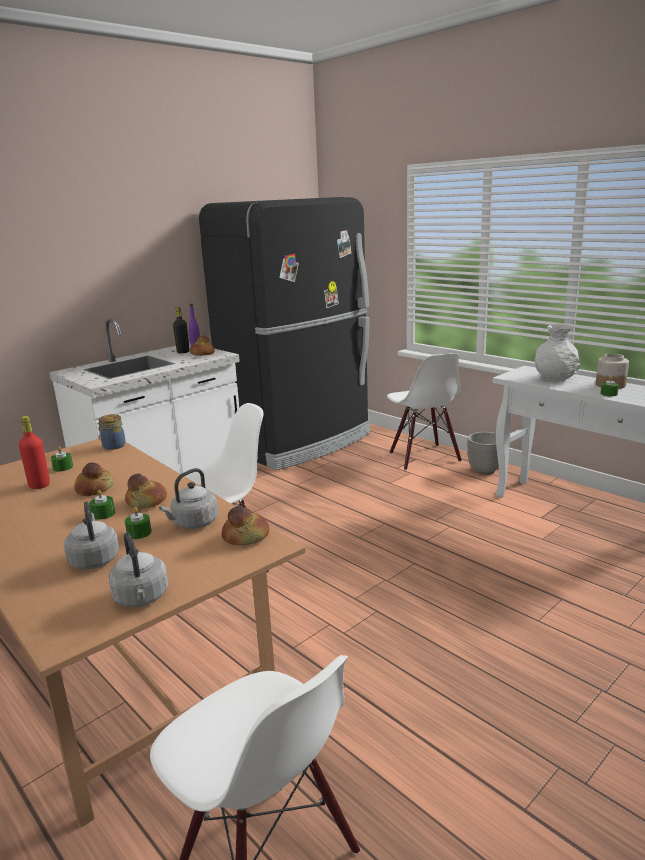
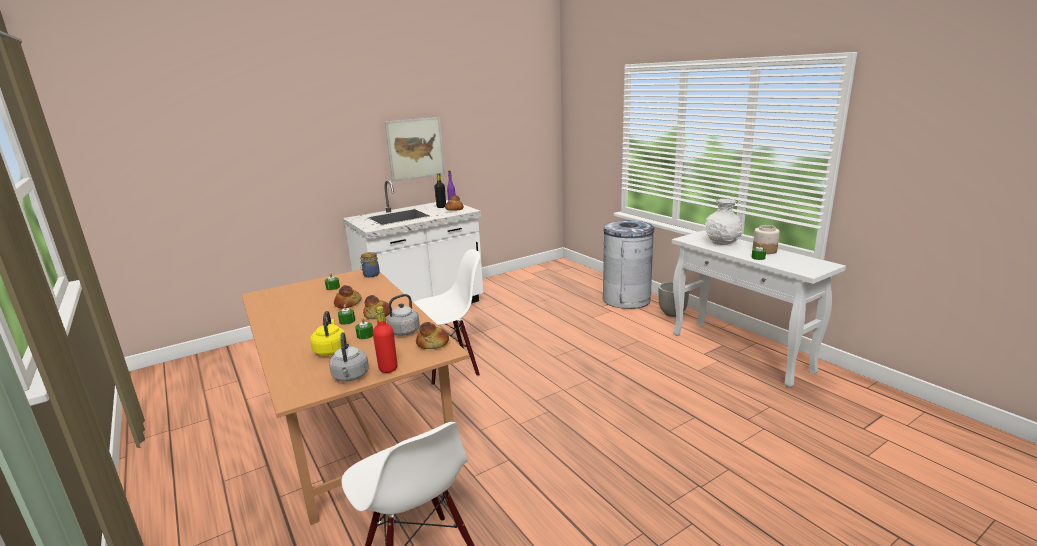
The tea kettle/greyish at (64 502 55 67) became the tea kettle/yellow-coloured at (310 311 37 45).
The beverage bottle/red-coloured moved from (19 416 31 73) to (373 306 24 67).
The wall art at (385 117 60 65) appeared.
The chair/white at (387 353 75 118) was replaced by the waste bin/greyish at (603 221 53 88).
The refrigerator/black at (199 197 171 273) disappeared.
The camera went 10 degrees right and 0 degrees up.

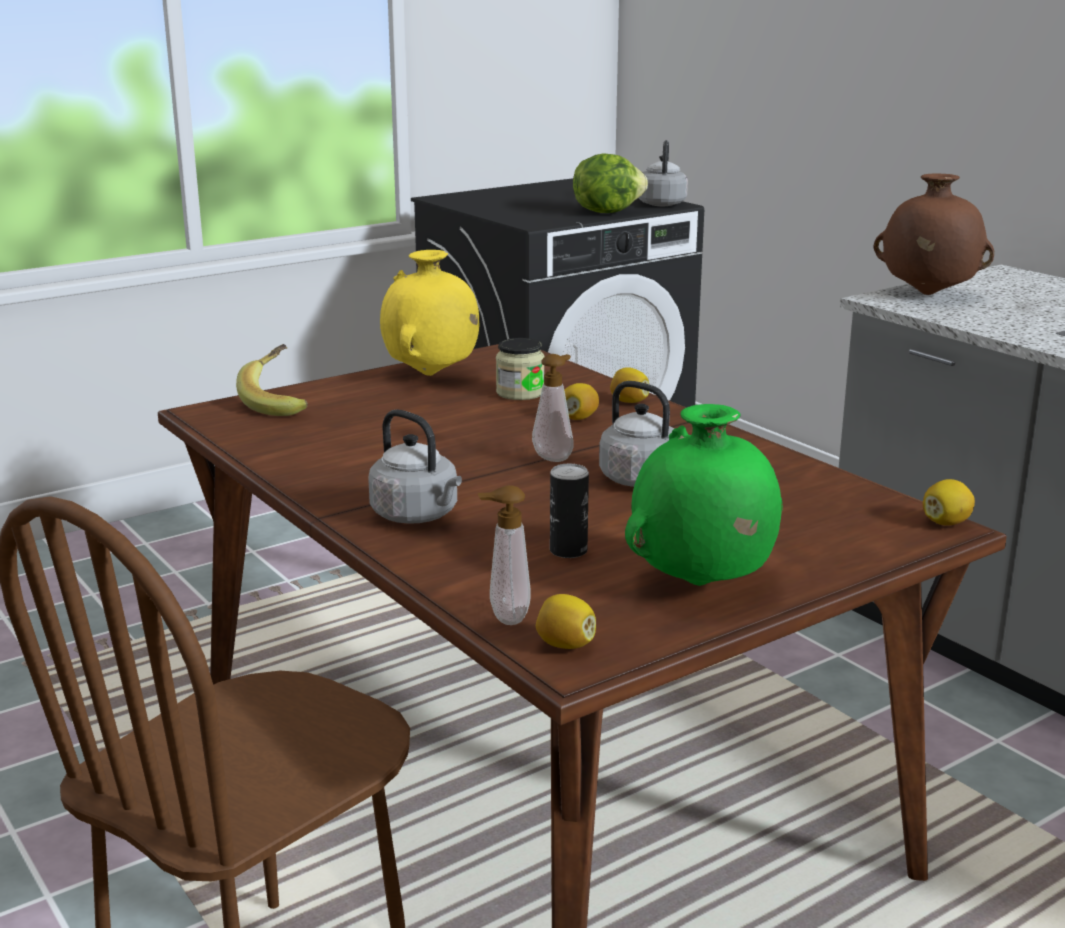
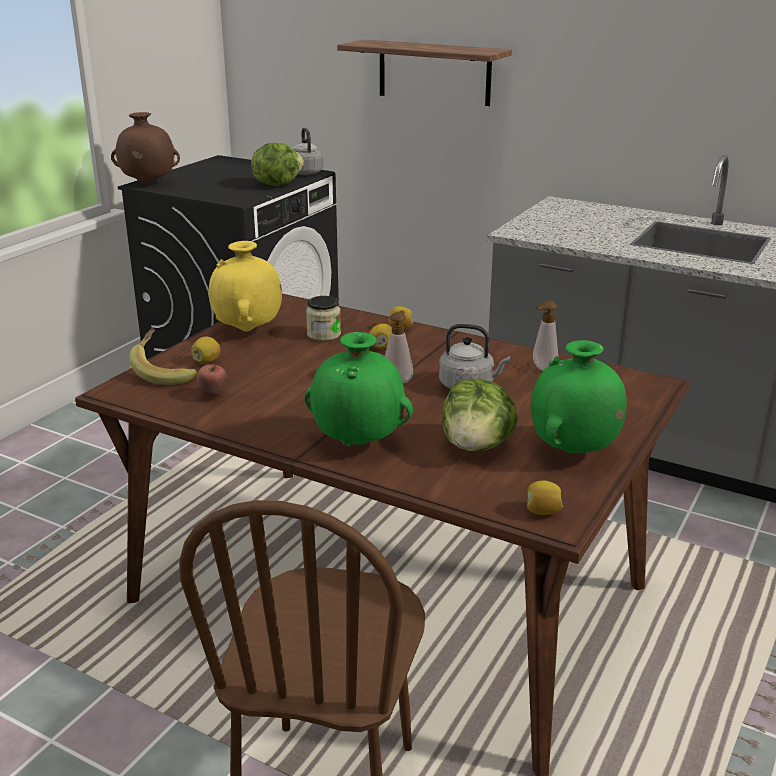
The flower vase/brown moved from (874 173 120 122) to (111 112 69 72).
The whole lemon moved from (923 479 52 46) to (191 337 29 27).
The apple fruit at (197 364 31 34) appeared.
The tea kettle/greyish at (368 409 94 115) was replaced by the flower vase/greenish at (305 332 108 114).
The bracket shelf at (337 40 175 66) appeared.
The metal can at (550 464 39 94) was replaced by the lettuce at (442 379 76 72).
The soap dispenser moved from (478 485 53 140) to (533 301 25 70).
The camera went 25 degrees left and 5 degrees up.

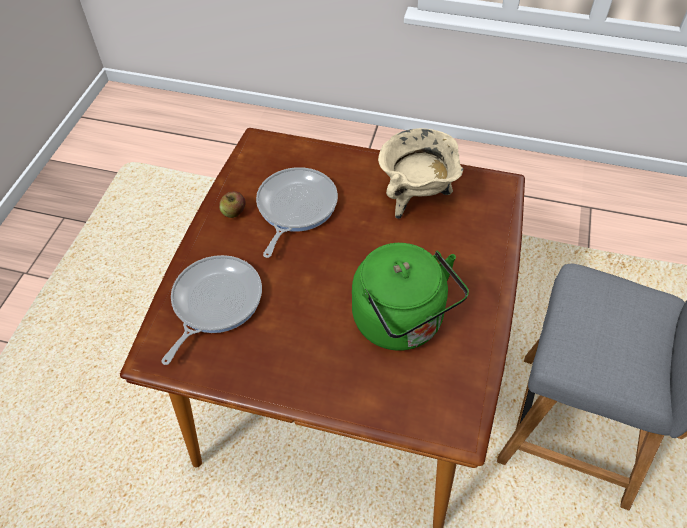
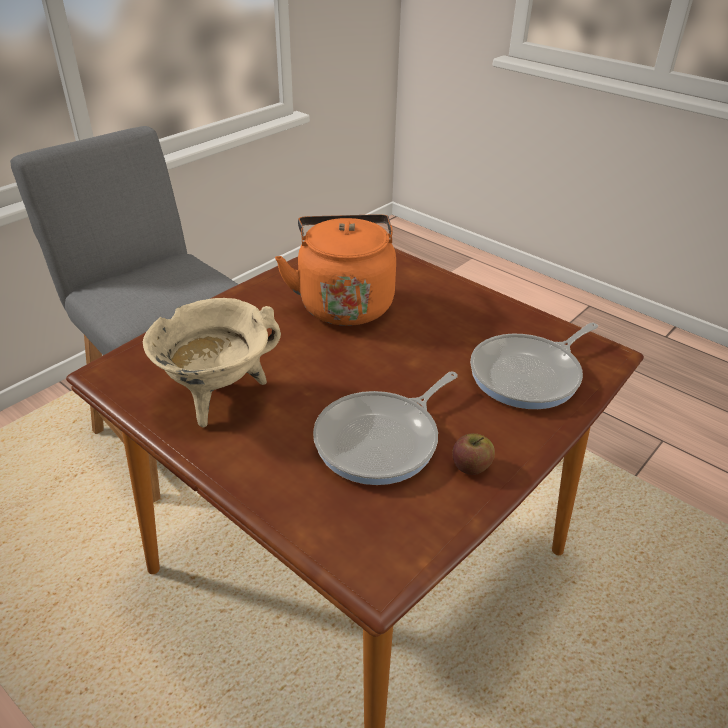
The tea kettle/greenish at (352 243 117 108) became the tea kettle/orange at (275 214 121 112).
The camera went 155 degrees left and 15 degrees down.

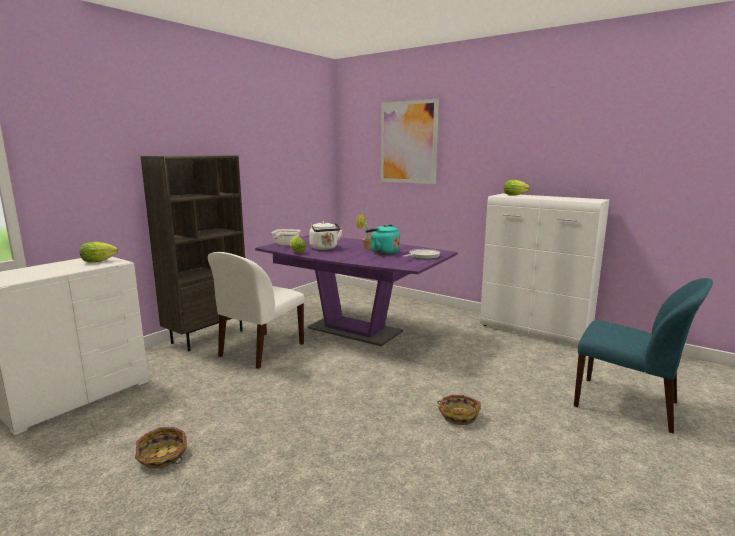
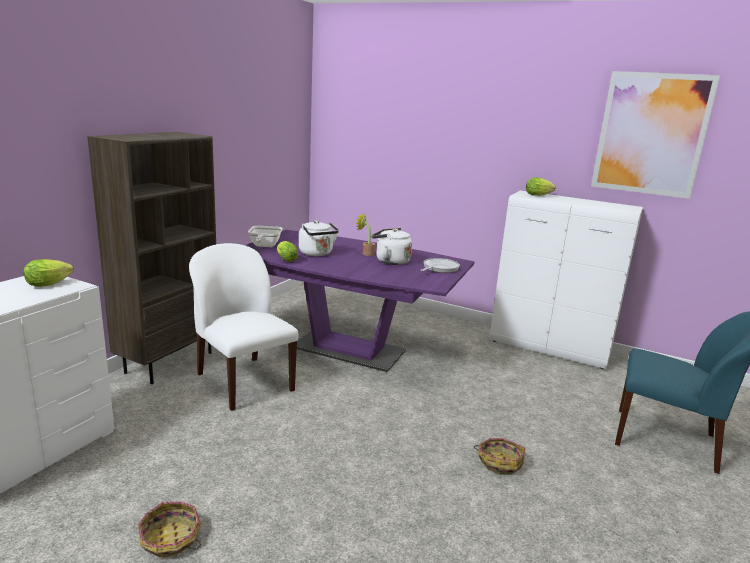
The chair/white at (208 252 97 117) turned 120 degrees clockwise.
The tea kettle/blue-green at (365 224 35 31) became the tea kettle/white at (371 228 41 37).
The wall art moved from (381 99 58 85) to (591 71 129 128).
The camera went 10 degrees left and 5 degrees up.

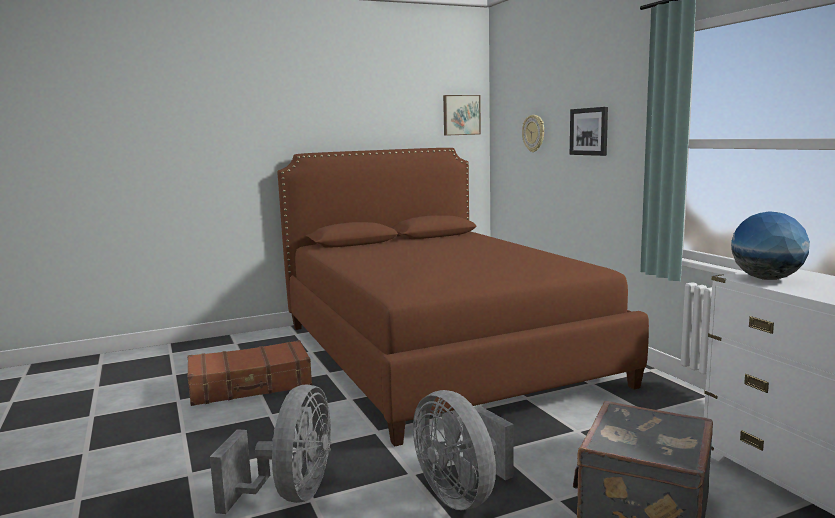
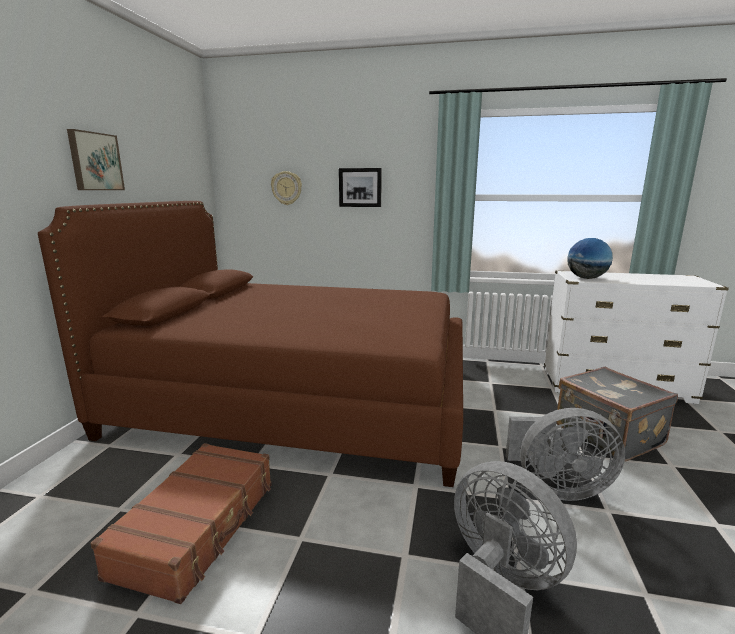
The wall art moved from (443 95 38 41) to (67 129 58 61).
The camera went 55 degrees left and 5 degrees up.

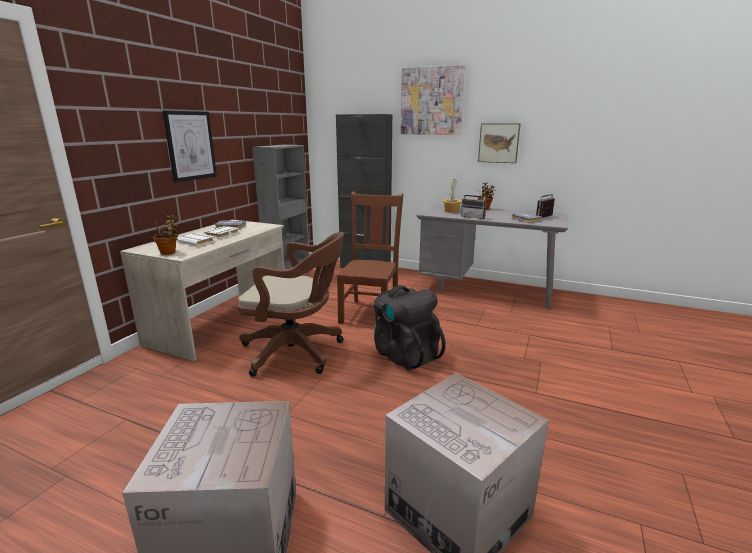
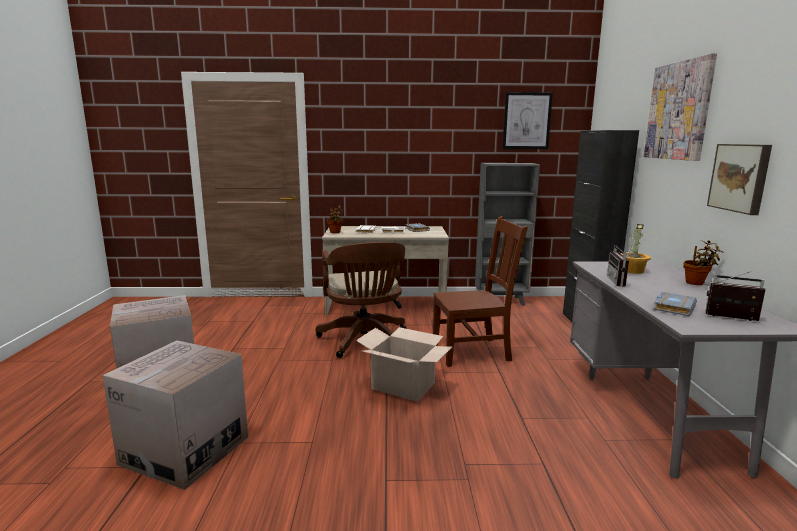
The backpack/black at (374 285 71 86) was replaced by the cardboard box at (356 327 96 75).
The wall art moved from (163 110 54 72) to (502 92 51 57).
The camera went 65 degrees right and 5 degrees down.

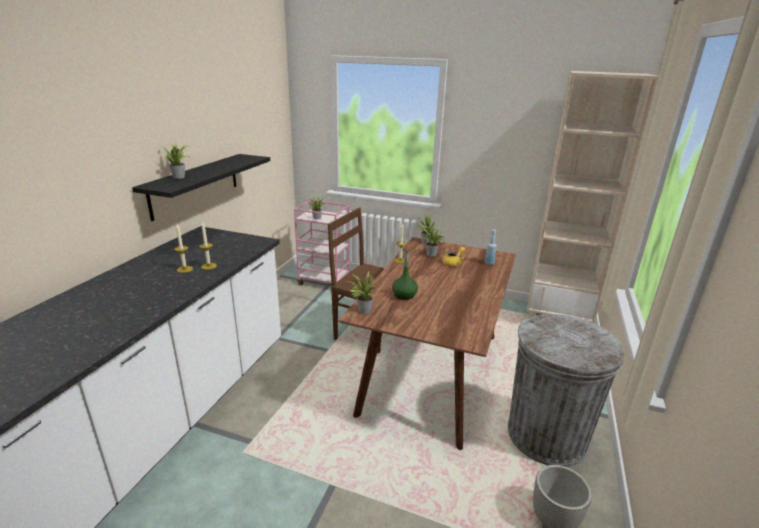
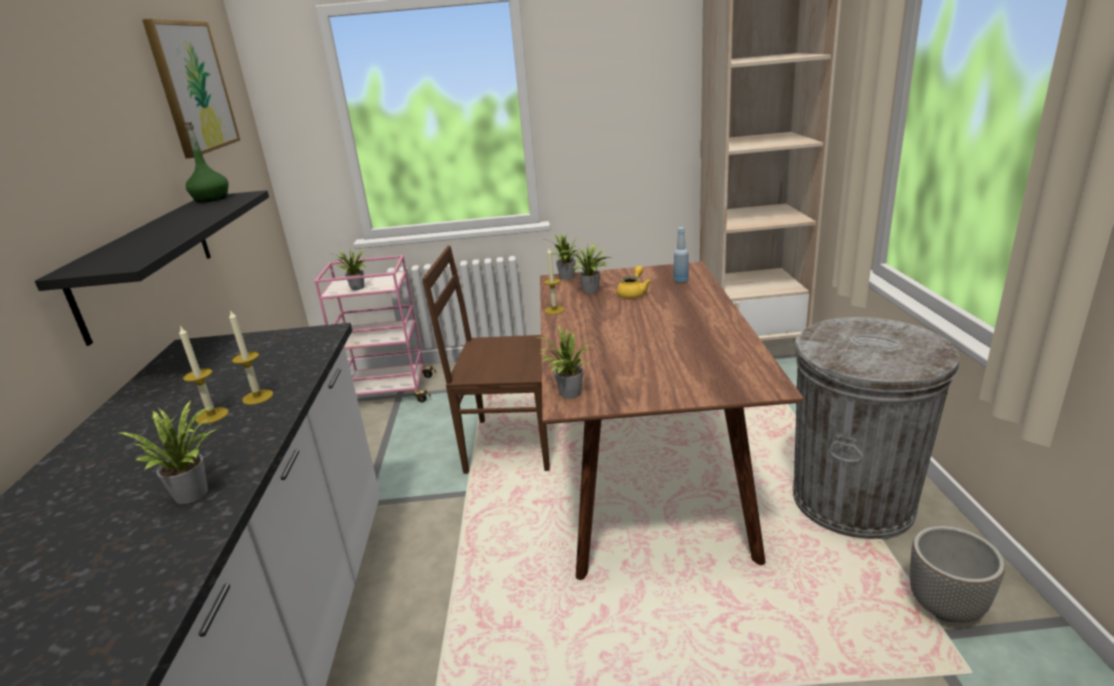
The plant in a pot moved from (161 143 28 36) to (119 400 98 104).
The wall art at (142 19 98 139) appeared.
The beverage bottle/greenish moved from (392 249 26 51) to (185 122 44 81).
The camera went 20 degrees left and 0 degrees up.

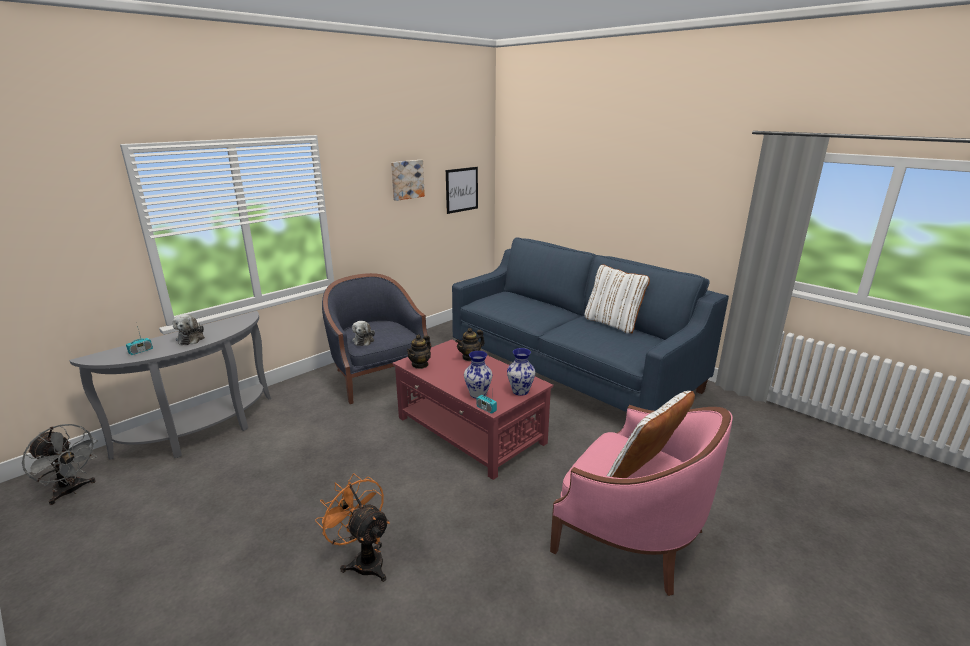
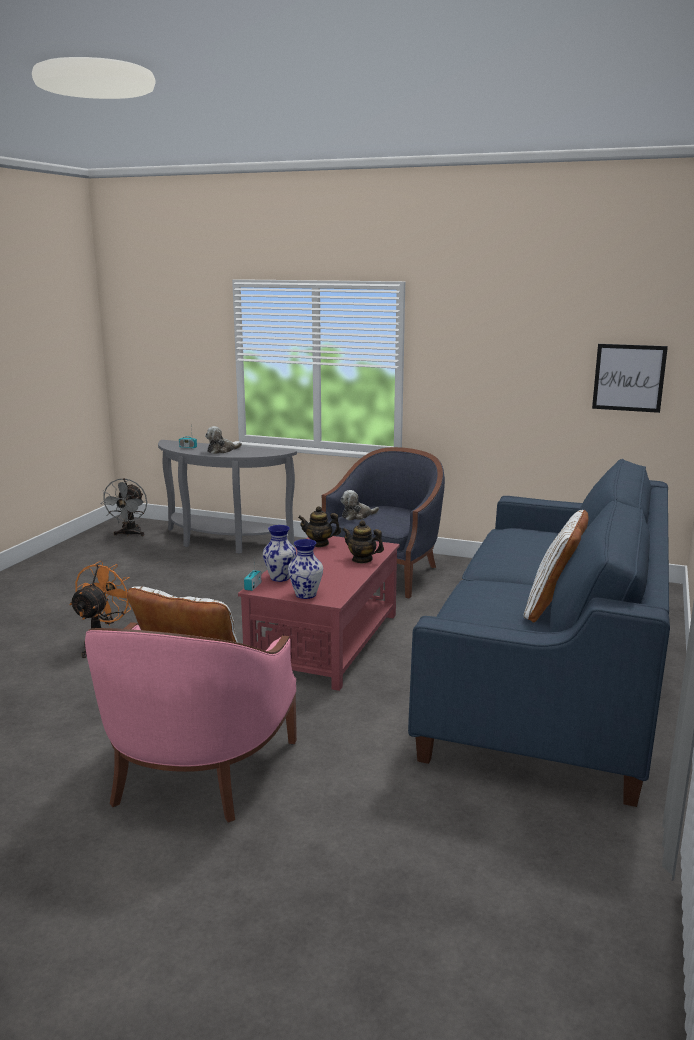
The wall art at (391 160 34 41) disappeared.
The camera went 65 degrees right and 5 degrees down.

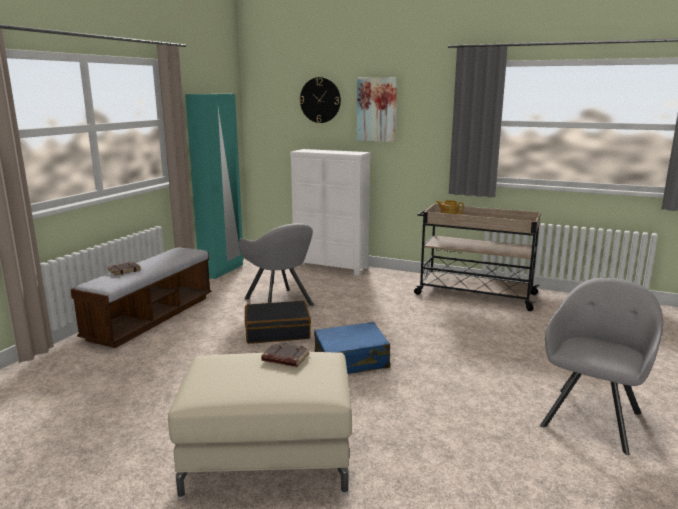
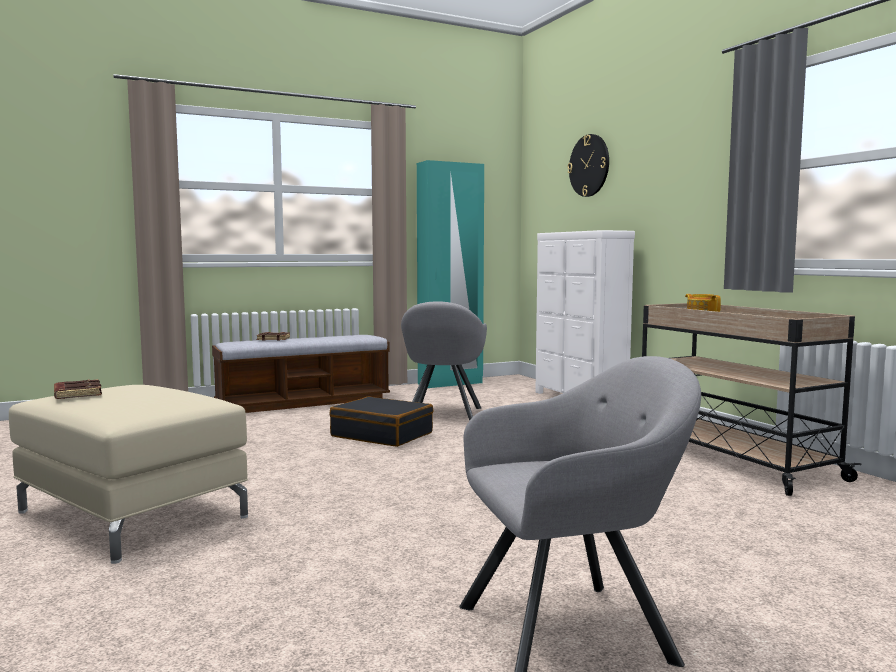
The volume/brown moved from (261 342 49 25) to (54 379 48 20).
The piece of luggage/bluish at (314 322 76 52) disappeared.
The wall art at (357 77 40 65) disappeared.
The camera went 40 degrees right and 10 degrees down.

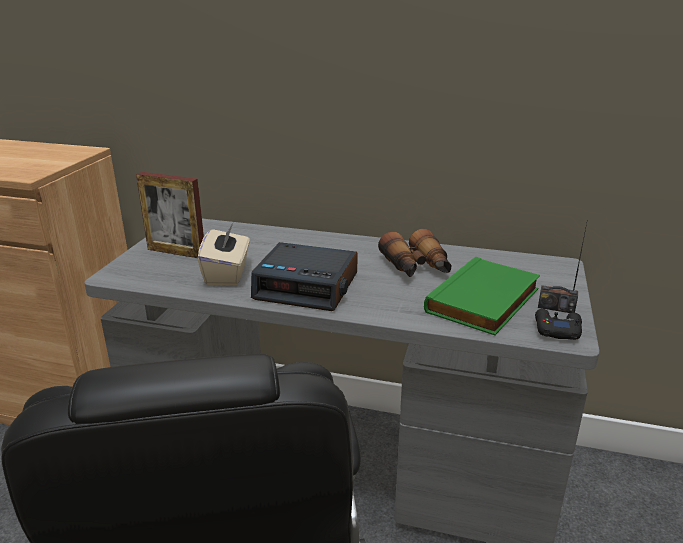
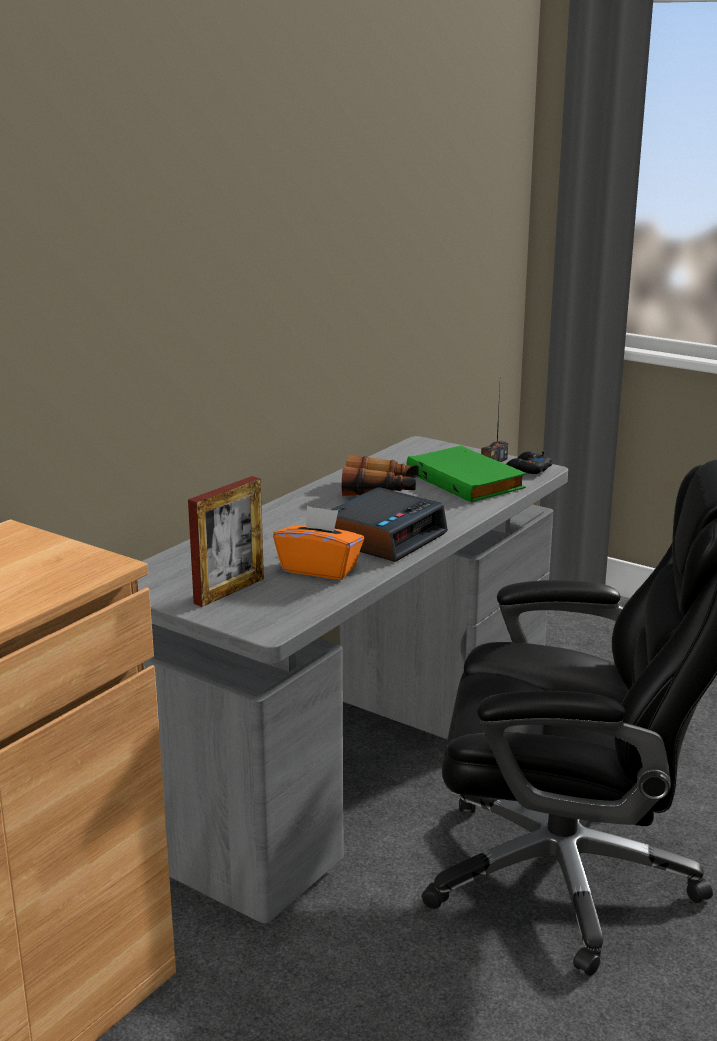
The box of tissues/beige at (198 223 52 62) became the box of tissues/orange at (273 506 91 74).
The camera went 70 degrees left and 5 degrees down.

